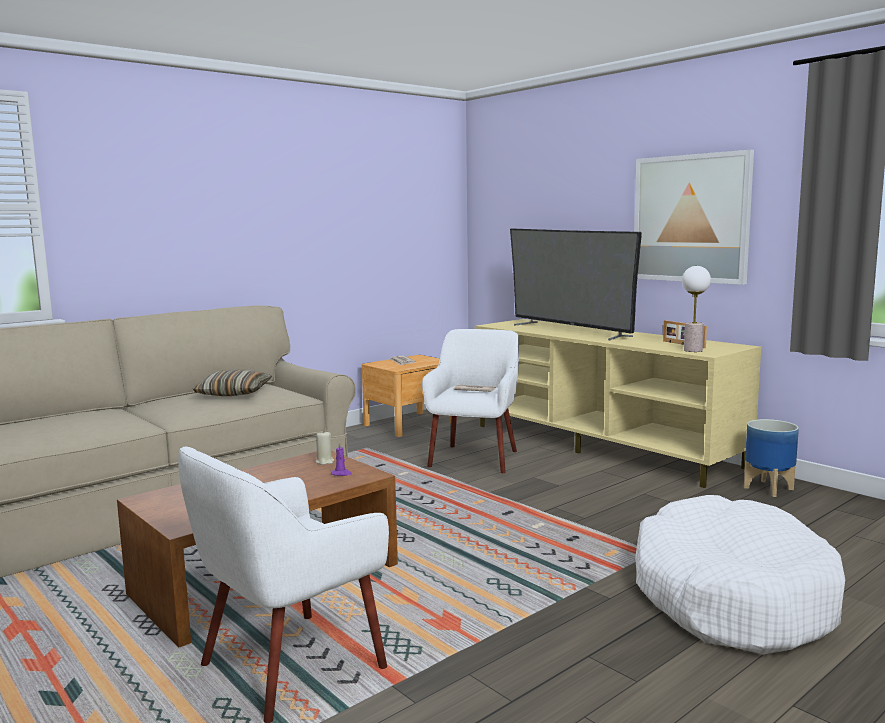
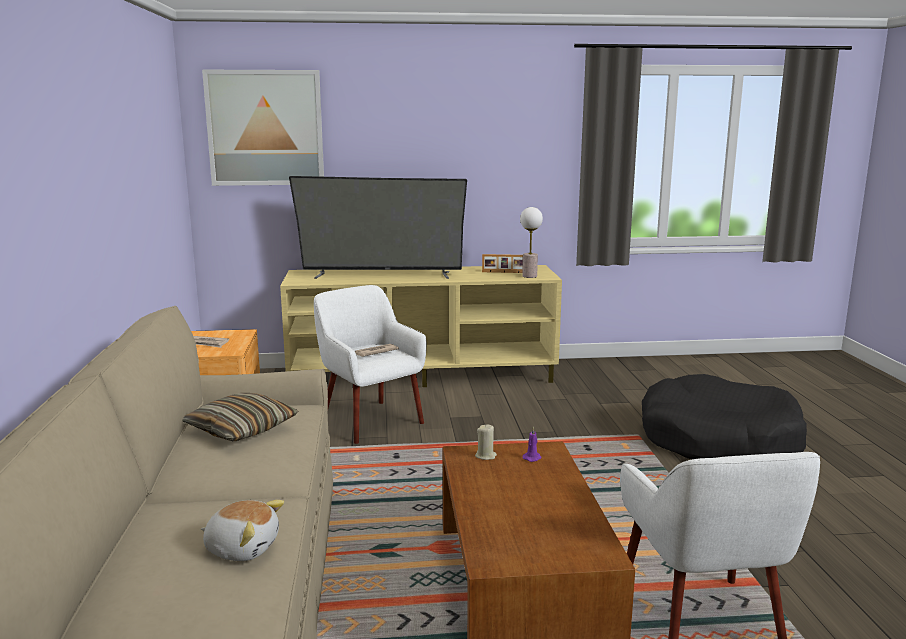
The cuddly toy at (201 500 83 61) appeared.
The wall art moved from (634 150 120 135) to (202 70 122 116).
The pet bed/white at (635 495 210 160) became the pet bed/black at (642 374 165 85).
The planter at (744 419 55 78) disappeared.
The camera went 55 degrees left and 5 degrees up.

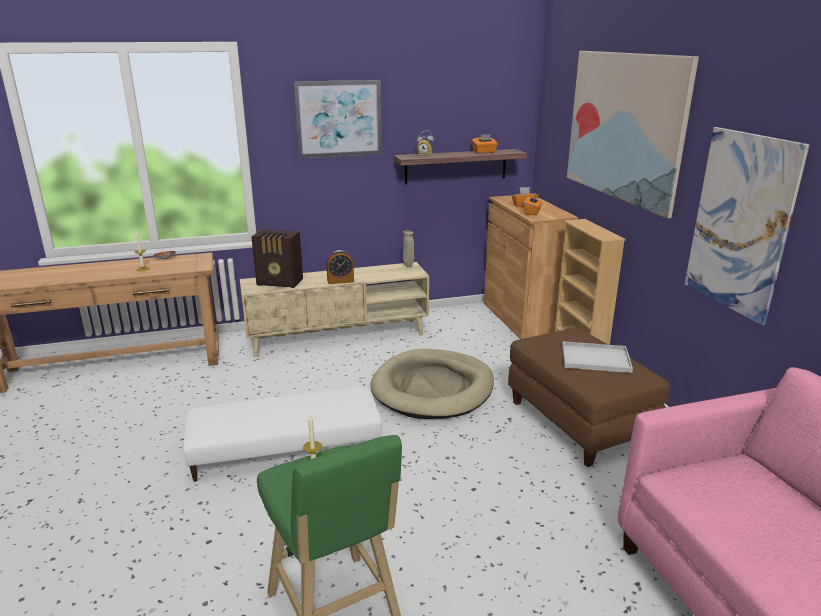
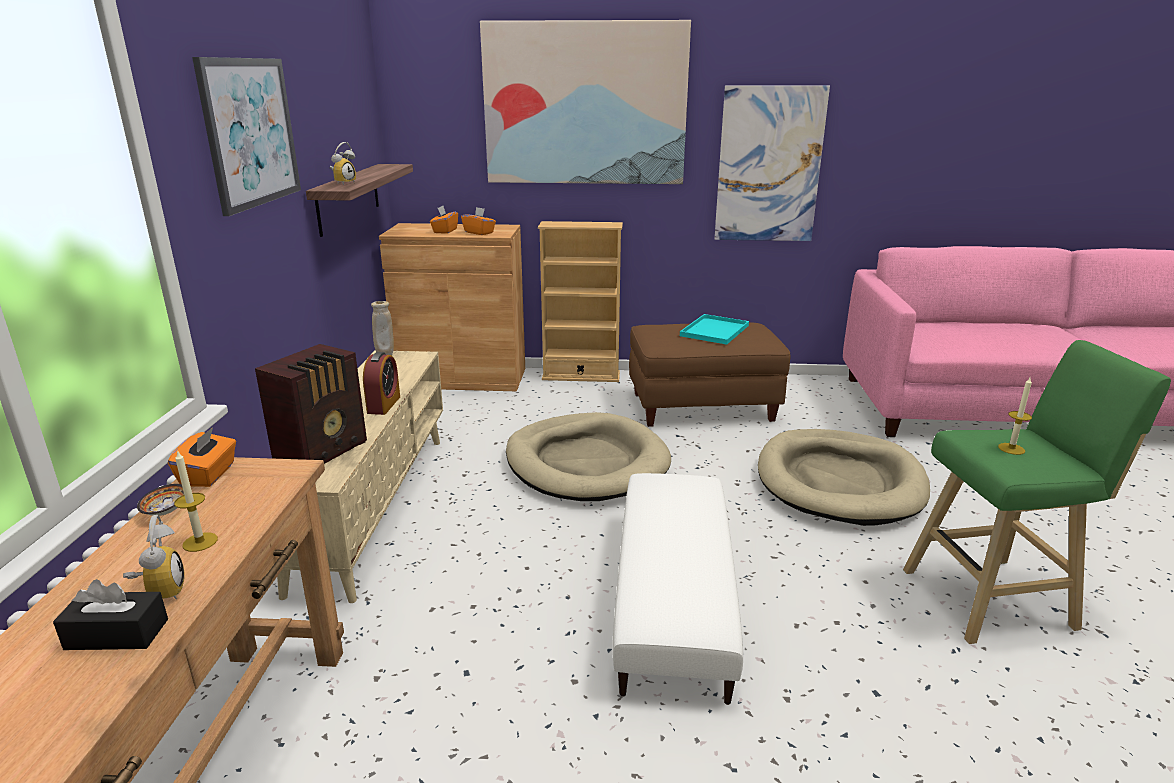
The box of tissues/black at (53 579 115 71) appeared.
The alarm clock at (123 515 62 85) appeared.
The box of tissues/orange moved from (472 134 26 20) to (168 427 68 60).
The tray/white at (562 341 71 32) became the tray/blue-green at (680 314 69 31).
The pet bed/beige at (758 429 172 97) appeared.
The camera went 70 degrees left and 0 degrees up.

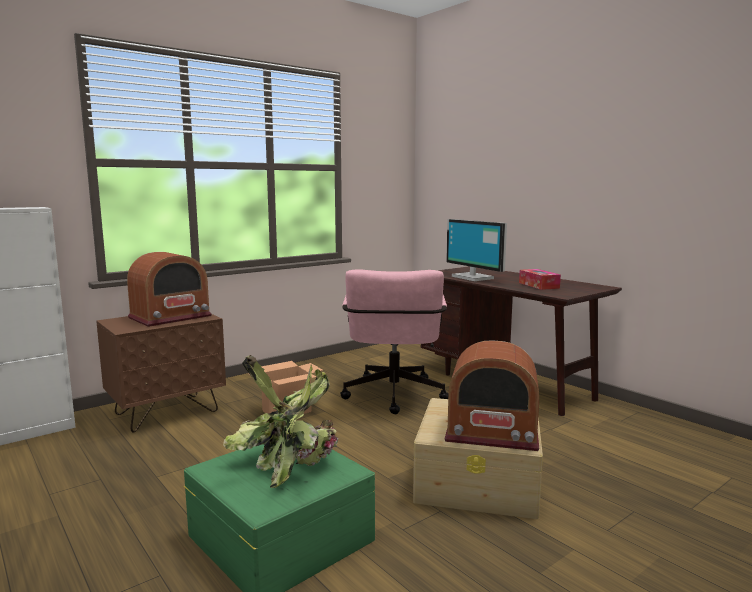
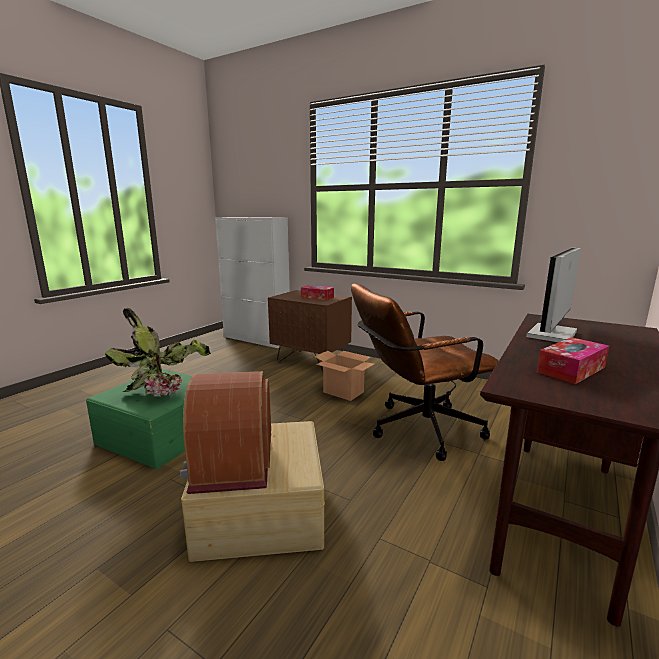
The radio at (127 252 85 75) was replaced by the box of tissues at (301 285 33 15).
The desk chair/pink at (340 269 108 145) became the desk chair/brown at (351 284 148 177).
The camera went 70 degrees right and 5 degrees up.

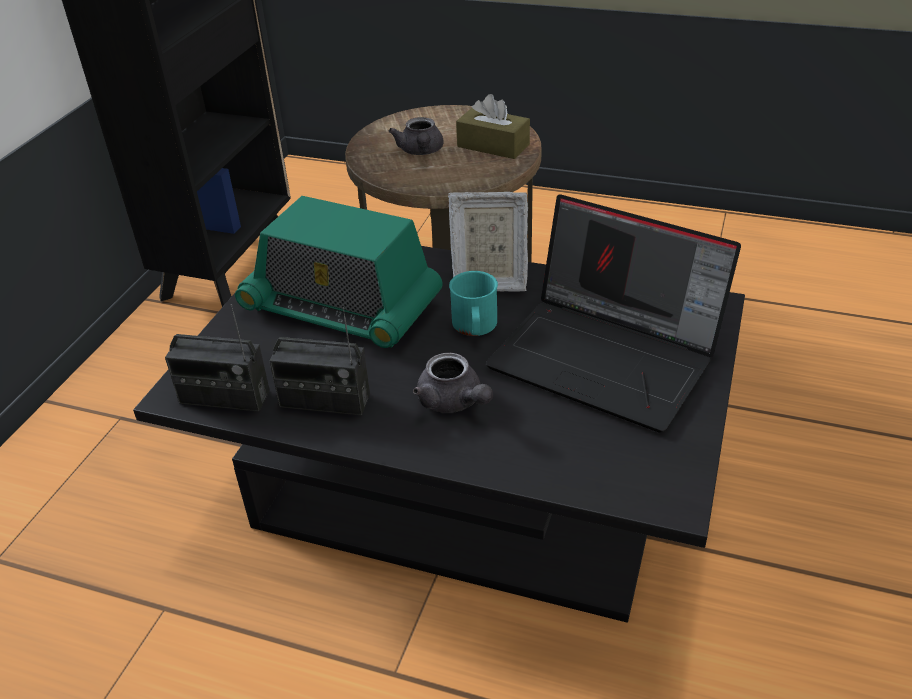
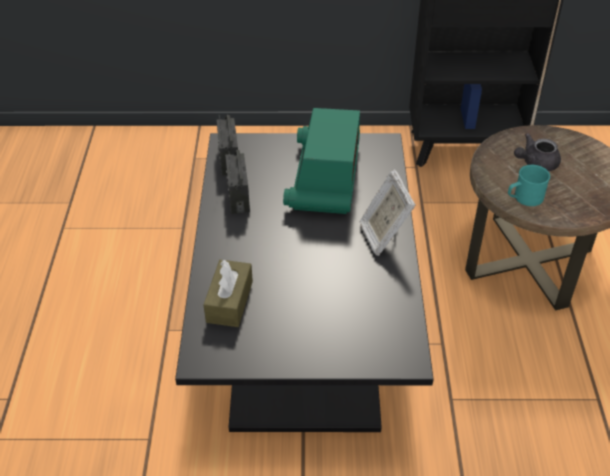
The box of tissues/brown moved from (456 94 74 65) to (204 260 49 67).
The tea mug/blue-green moved from (449 271 49 65) to (508 165 42 41).
The tea pot/greyish at (413 353 80 60) disappeared.
The portable computer at (486 194 255 239) disappeared.
The camera went 70 degrees right and 5 degrees up.

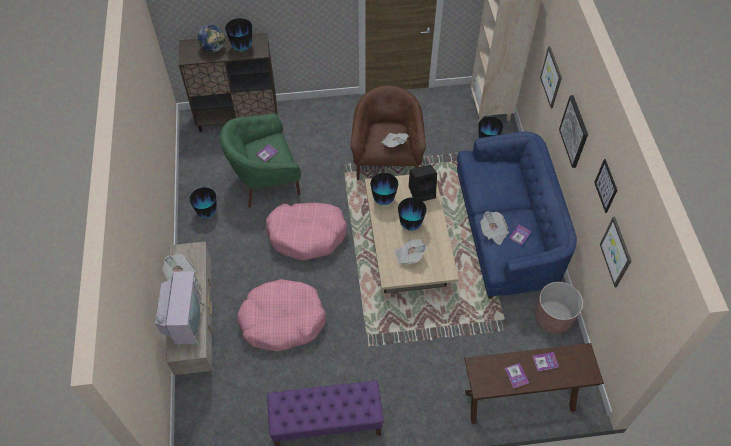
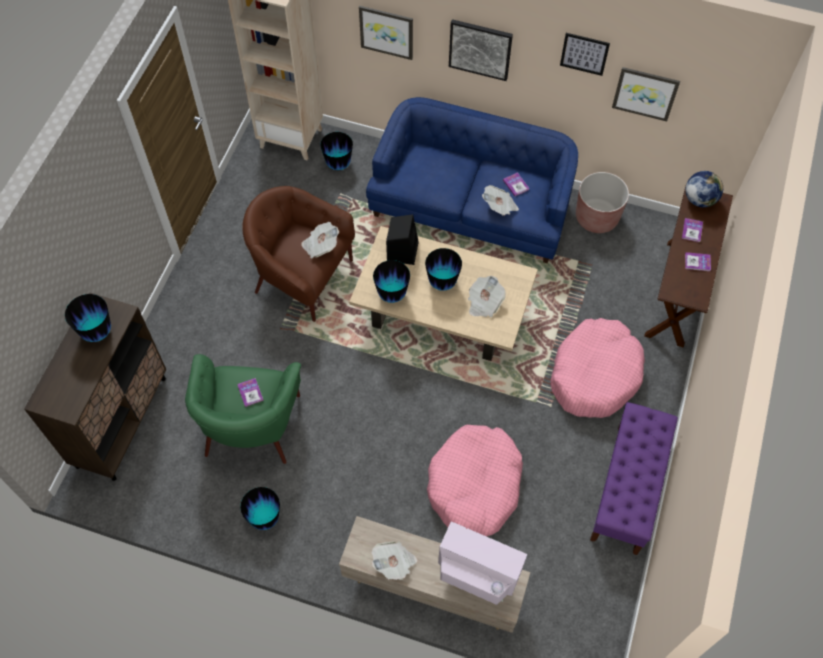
The pet bed/pink moved from (266 203 81 57) to (550 318 95 100).
The globe moved from (198 25 27 28) to (685 171 38 36).
The camera went 65 degrees left and 5 degrees up.

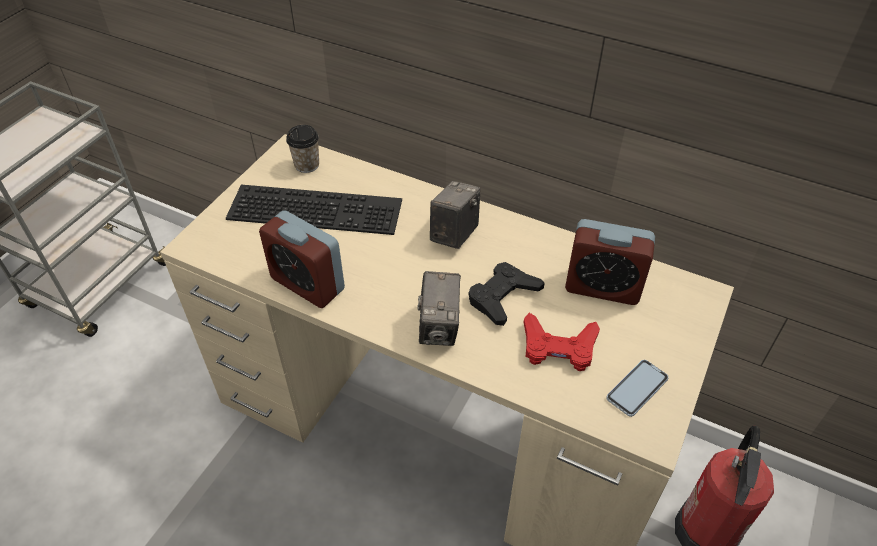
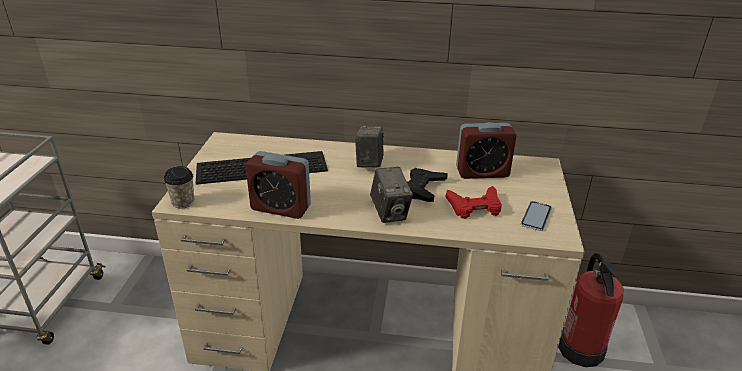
The cup moved from (286 125 33 48) to (164 166 30 42).
The camera went 20 degrees left and 15 degrees down.

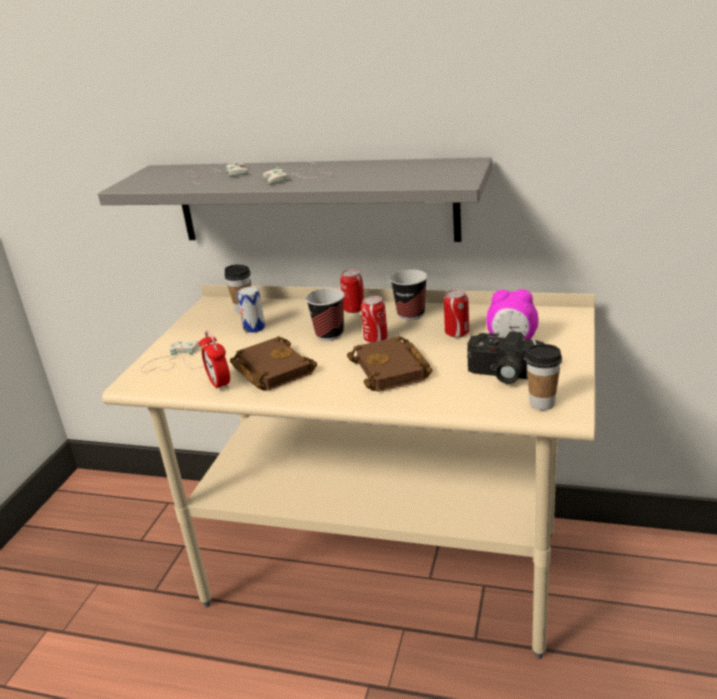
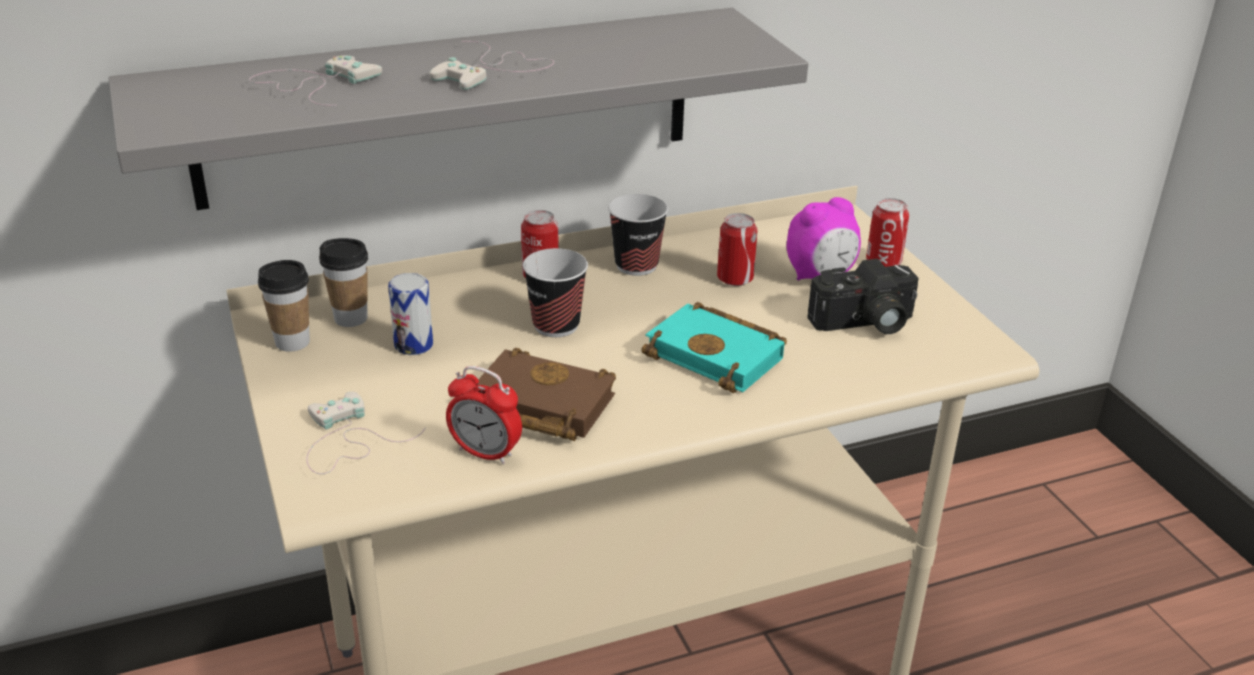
The cup moved from (525 344 37 66) to (258 260 52 92).
The volume/brown at (347 336 85 56) became the volume/blue-green at (641 302 146 91).
The metal can moved from (361 296 27 47) to (866 198 43 69).
The camera went 40 degrees left and 5 degrees up.

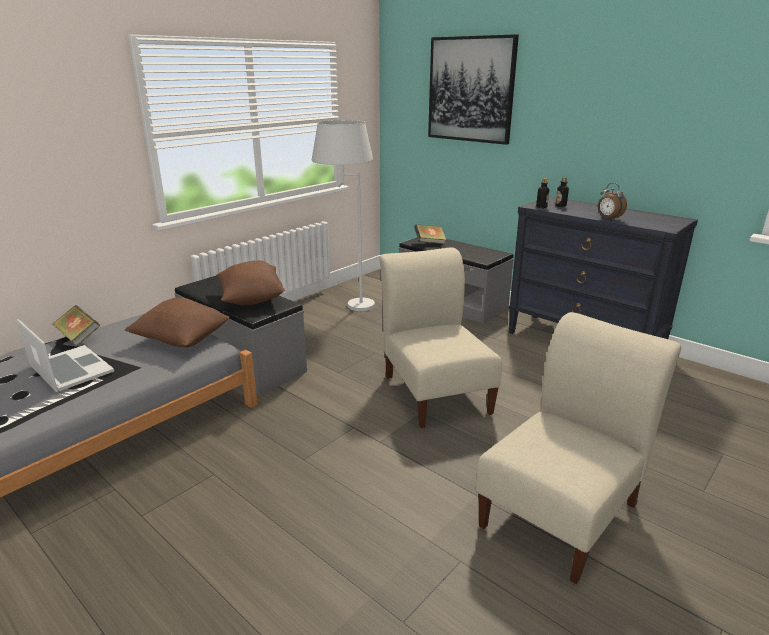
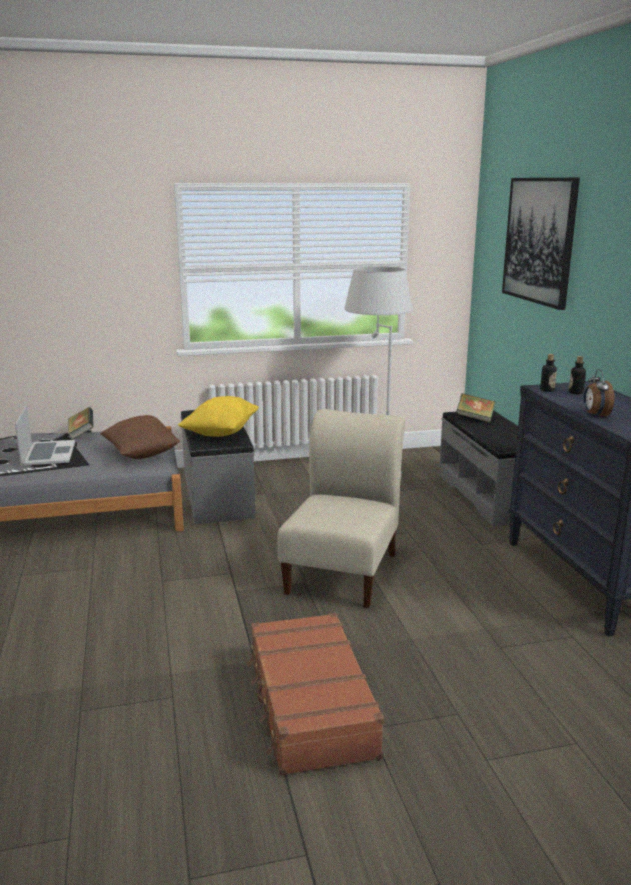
The throw pillow/brown at (216 260 69 45) became the throw pillow/yellow-coloured at (178 396 81 41).
The chair/beige at (475 312 206 272) was replaced by the piece of luggage/brown at (247 613 137 162).
The camera went 35 degrees right and 5 degrees down.

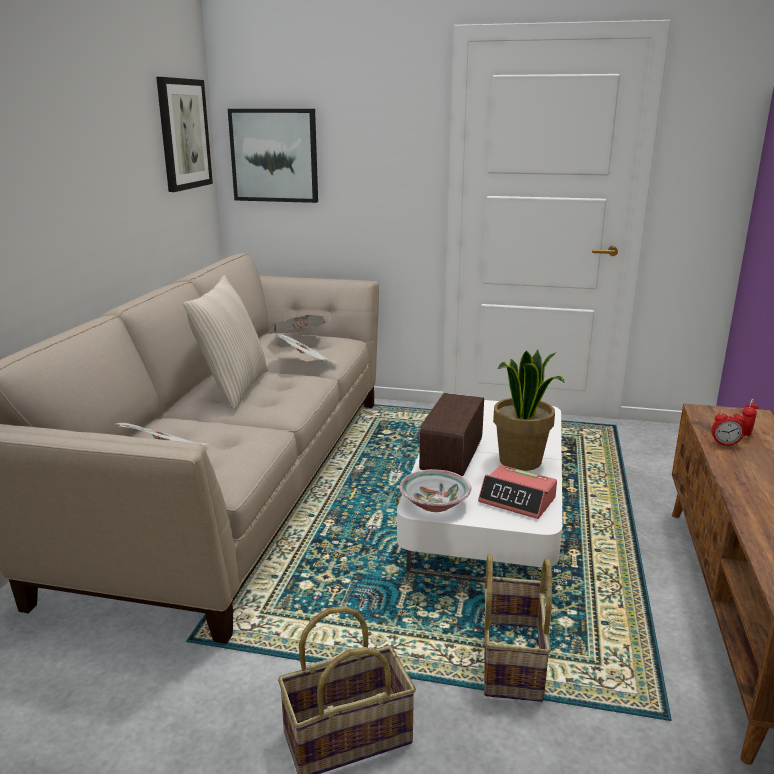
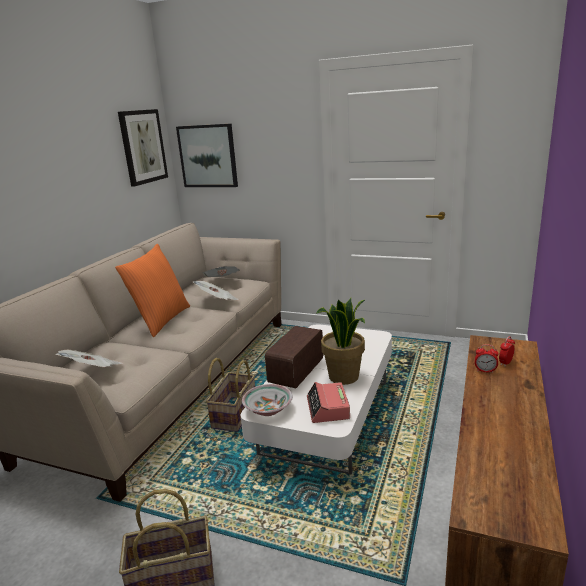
The throw pillow/beige at (183 275 85 135) became the throw pillow/orange at (115 244 75 93).
The basket moved from (484 554 68 148) to (206 358 49 74).
The alarm clock at (478 465 79 54) turned 45 degrees clockwise.
The camera went 10 degrees right and 0 degrees up.

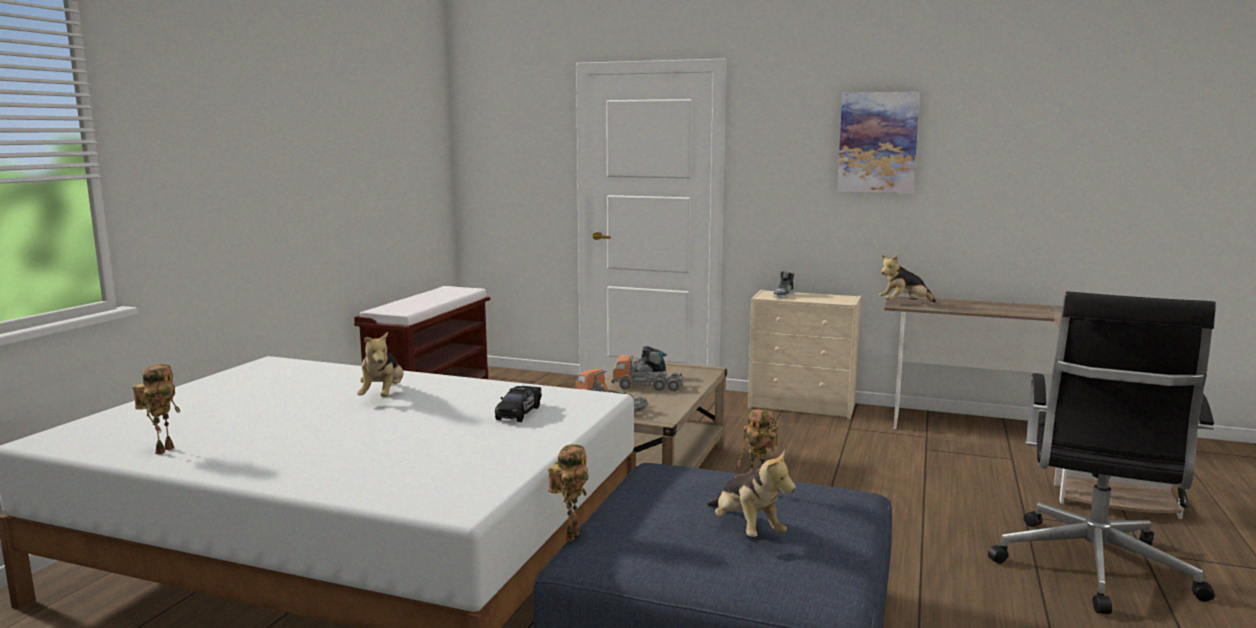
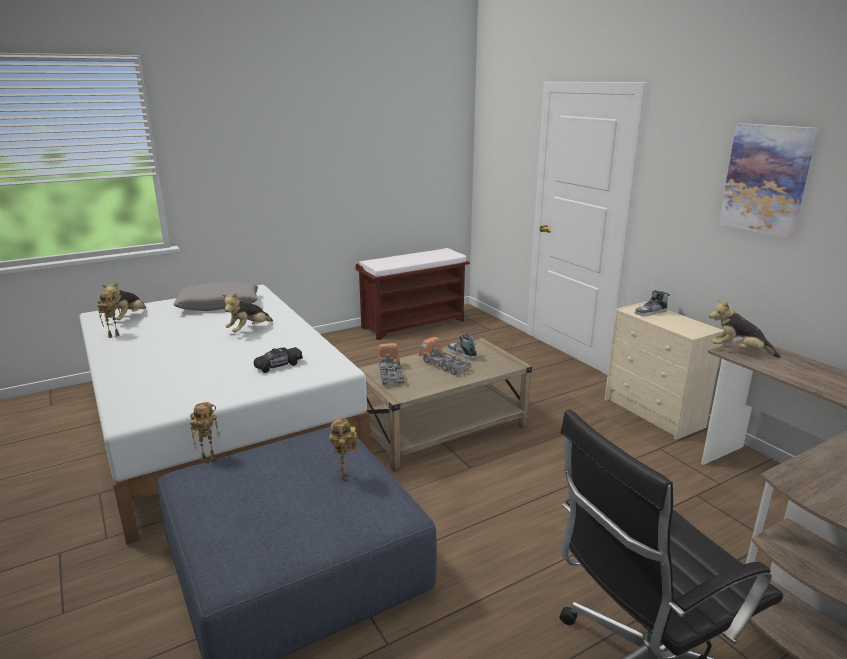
The cuddly toy moved from (707 449 89 88) to (102 282 44 38).
The throw pillow/greyish at (173 282 85 29) appeared.
The camera went 40 degrees right and 10 degrees up.

